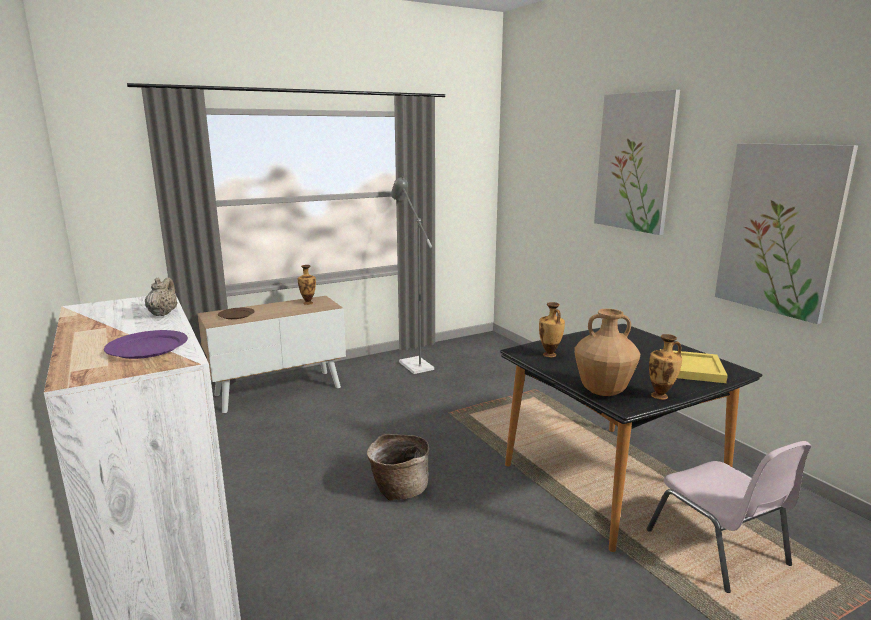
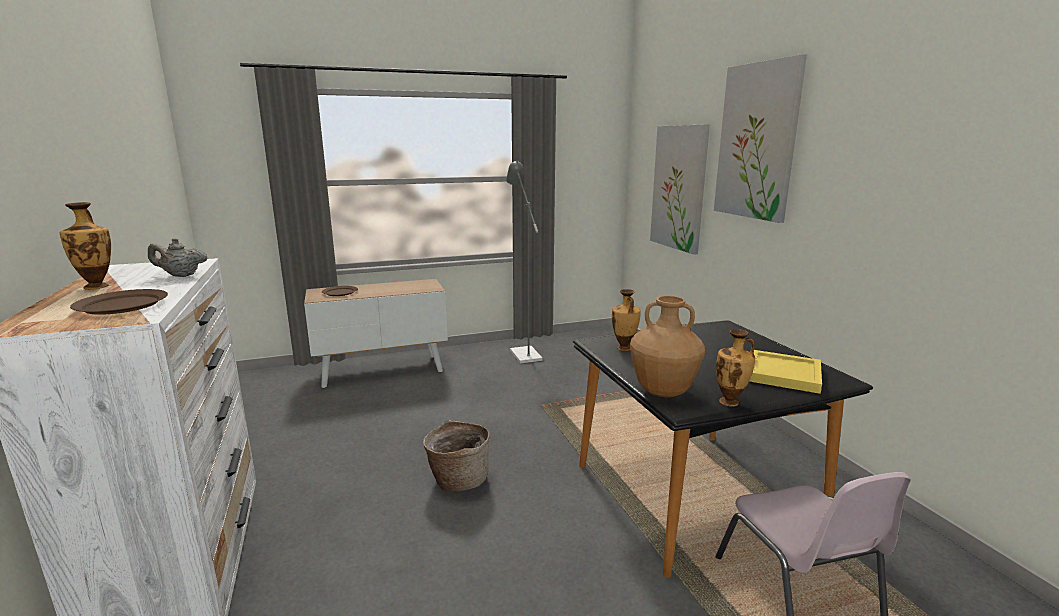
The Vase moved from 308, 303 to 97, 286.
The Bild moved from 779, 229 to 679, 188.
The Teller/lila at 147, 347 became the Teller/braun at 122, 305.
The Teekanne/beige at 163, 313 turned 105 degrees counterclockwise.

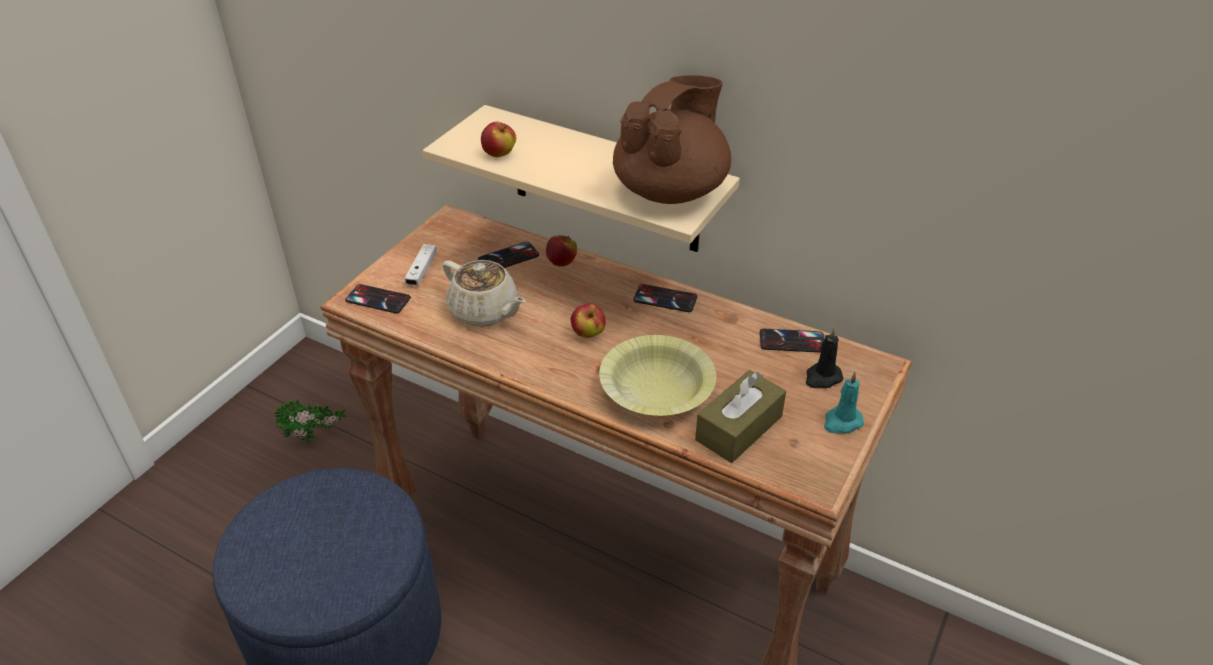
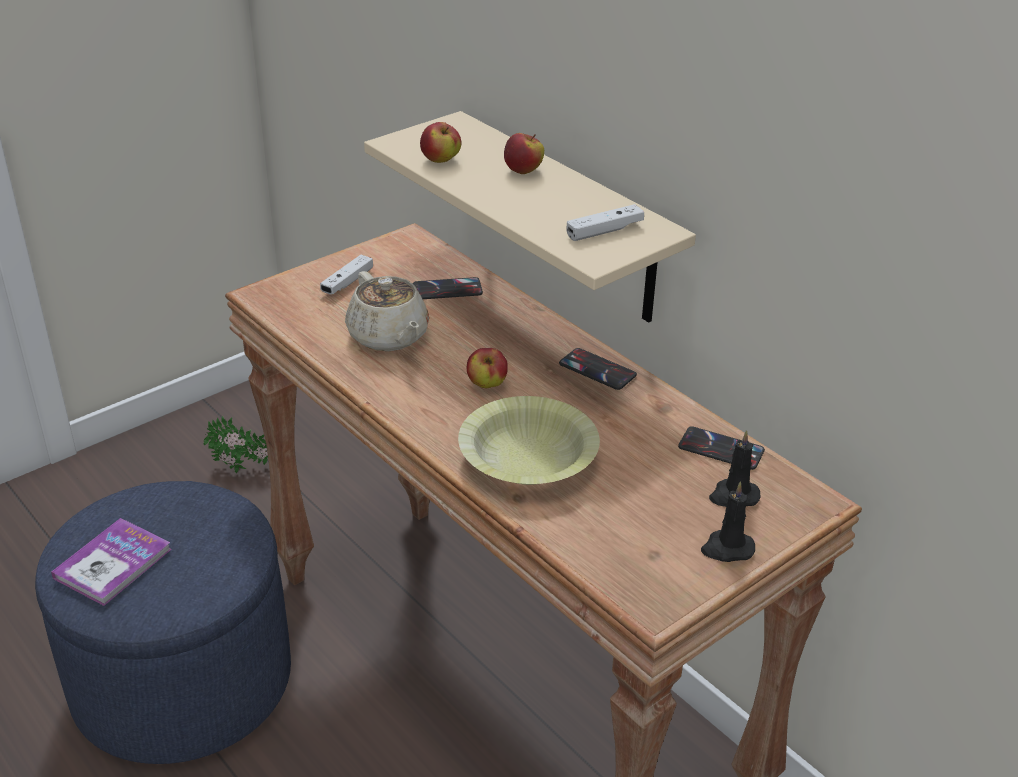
The Handy at 378, 299 disappeared.
The Taschentuchbox/braun at 739, 428 disappeared.
The Buch at 113, 563 appeared.
The Apfel moved from 562, 262 to 523, 171.
The Teekanne/braun at 671, 190 was replaced by the Gamepad/weiß at 604, 231.
The Kerze/türkis at 842, 422 became the Kerze/schwarz at 727, 549.

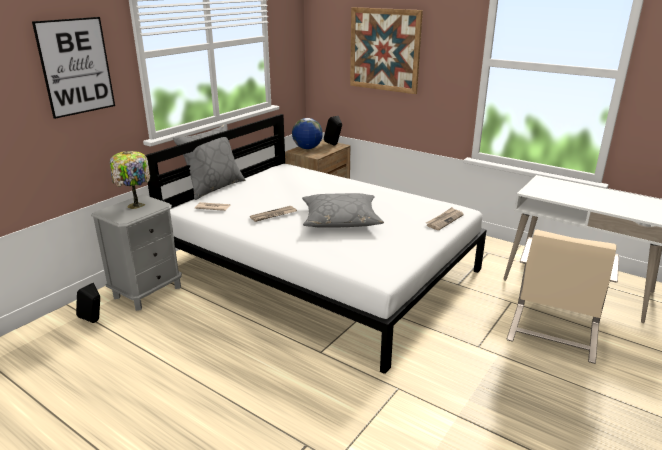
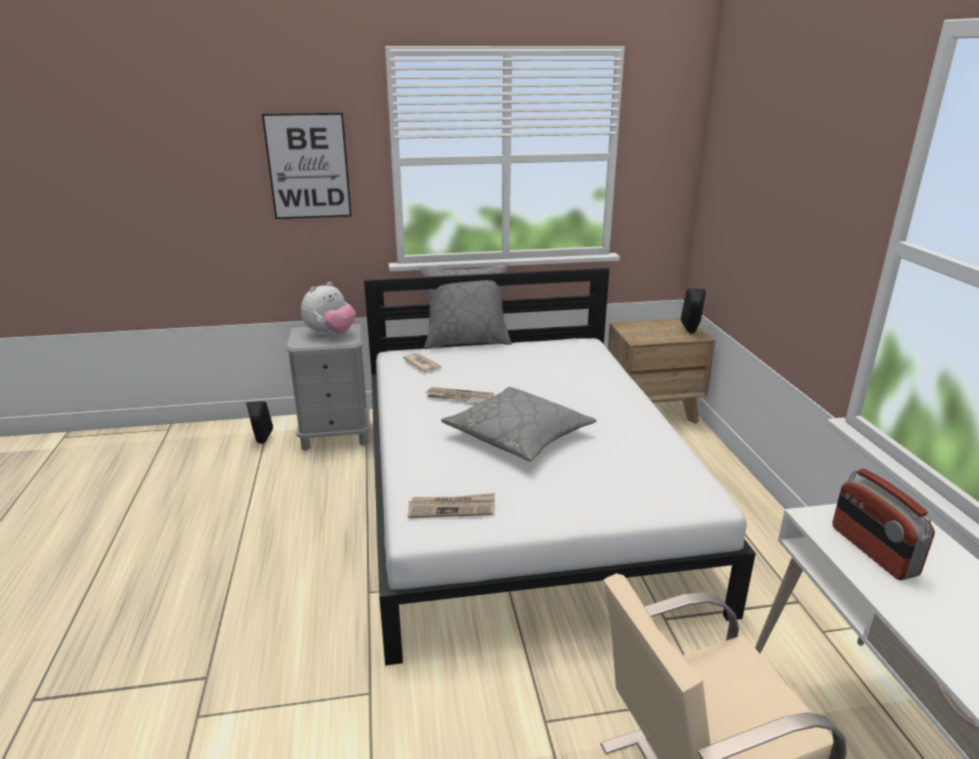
The Globus at 307, 148 disappeared.
The Bild at 384, 50 disappeared.
The Radio at 872, 551 appeared.
The Zeitung moved from 444, 220 to 452, 508.
The Tischlampe at 135, 206 was replaced by the Plüschtier at 330, 334.

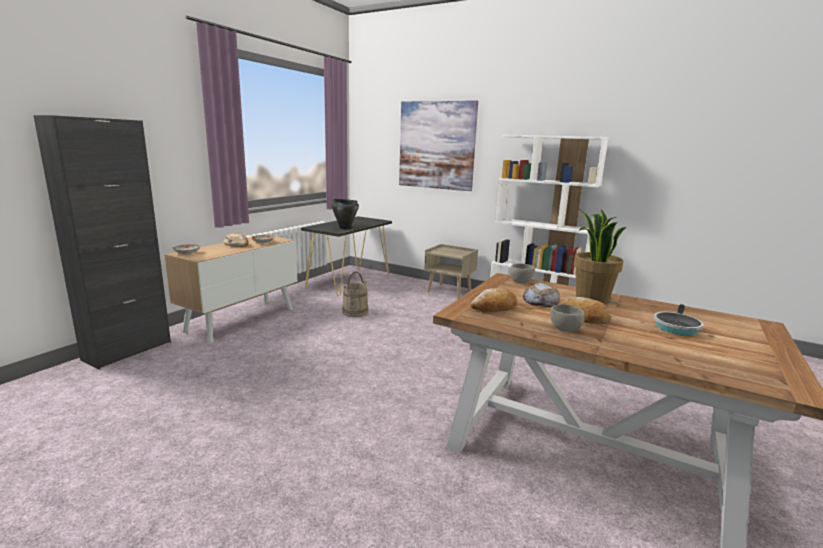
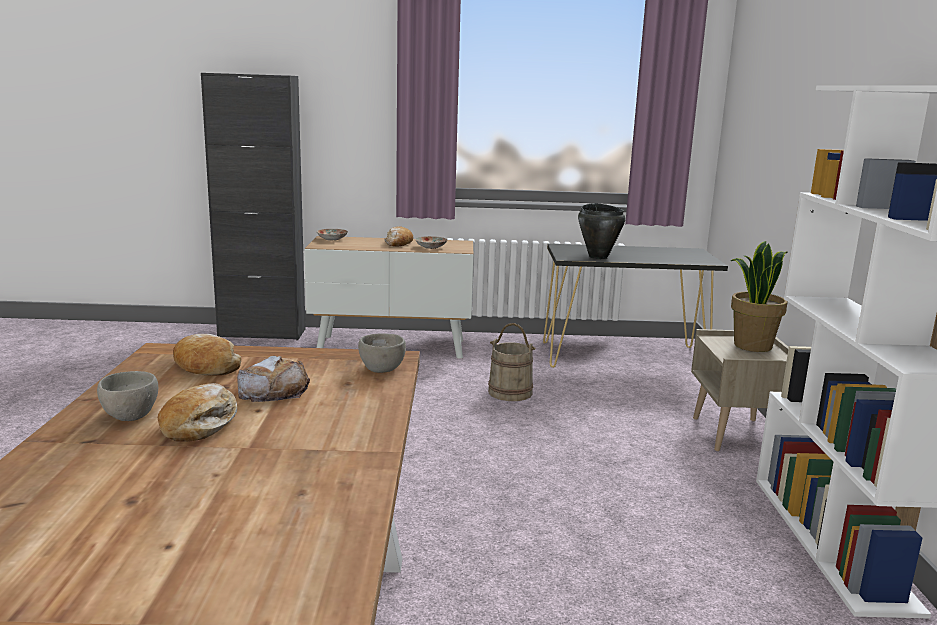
The Bild at 436, 145 disappeared.
The Pfanne at 676, 327 disappeared.
The Topfpflanze moved from 591, 299 to 752, 346.

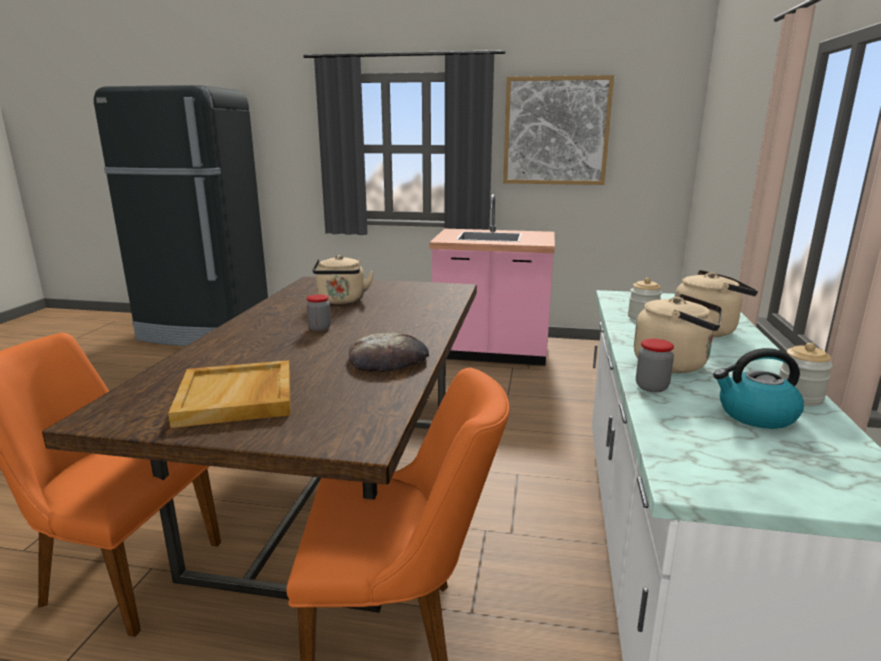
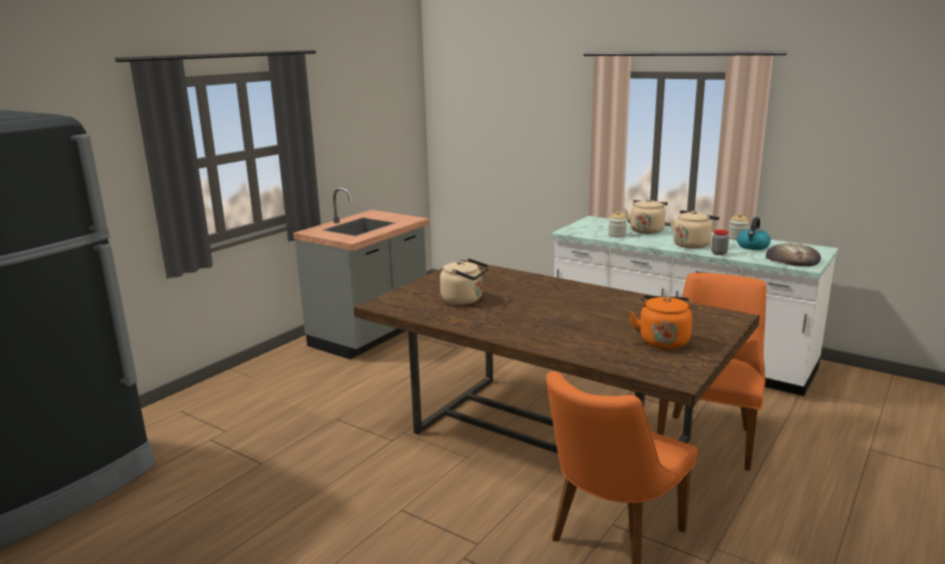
The Vorratsglas at 319, 328 disappeared.
The Bild at 556, 131 disappeared.
The Brot moved from 388, 359 to 792, 259.
The Tablett/beige at 237, 397 was replaced by the Wasserkessel/orange at 663, 340.
The Küchenzeile/rosa at 491, 353 became the Küchenzeile/grau at 371, 335.

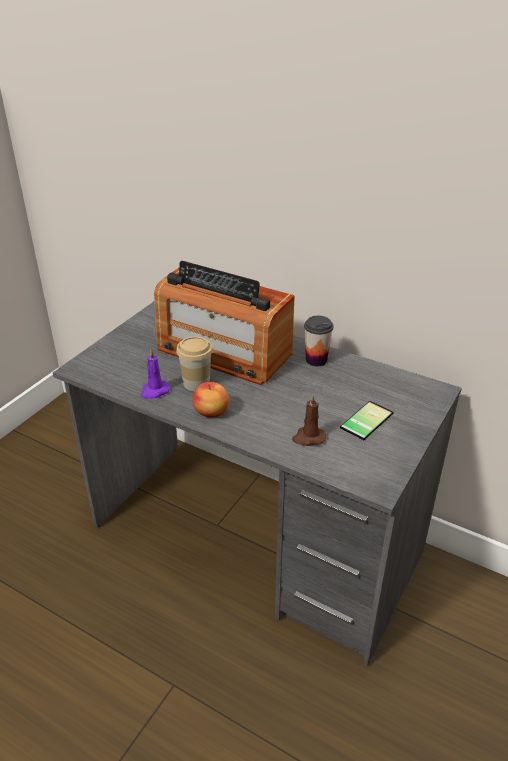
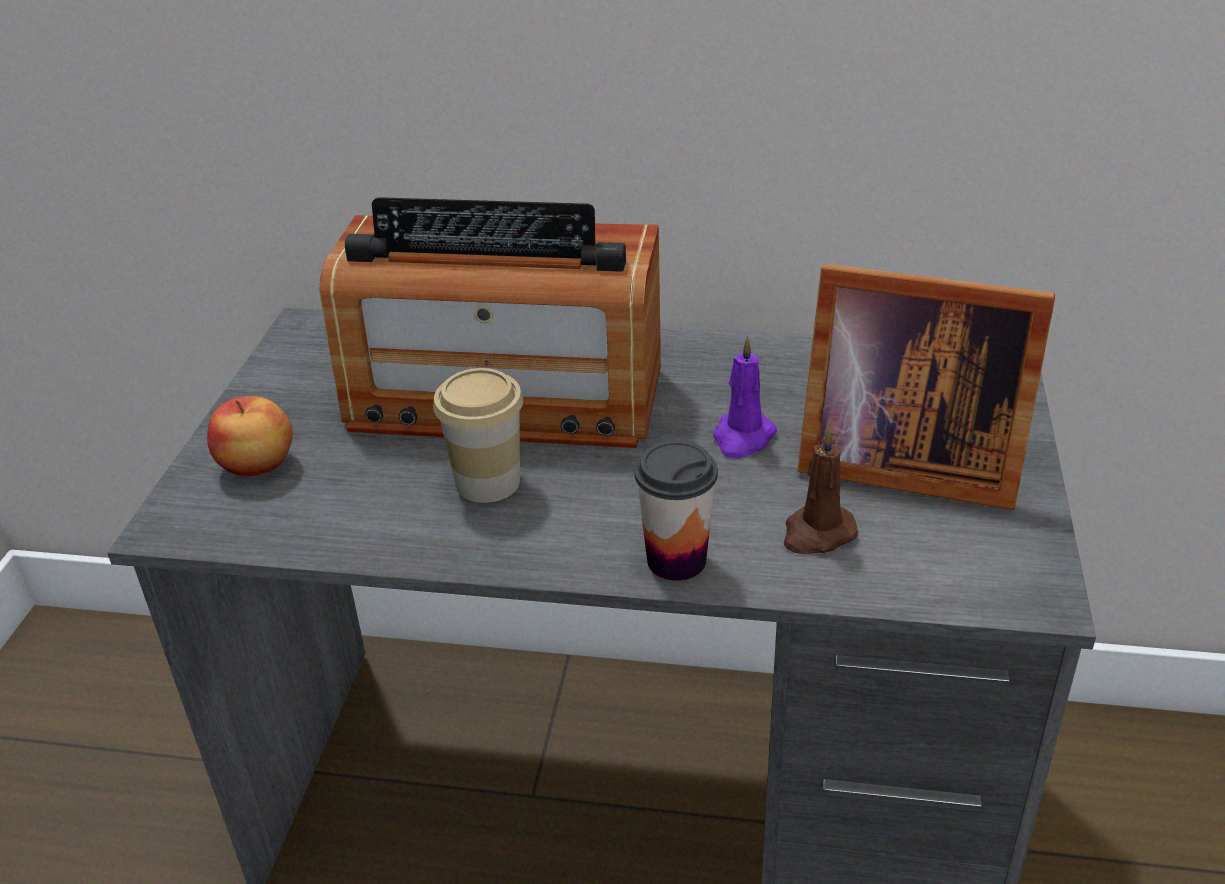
The Kerze/lila moved from 154, 391 to 742, 438.
The Apfel moved from 211, 412 to 258, 465.
The Tasse moved from 316, 360 to 676, 560.
The Handy at 364, 419 was replaced by the Bilderrahmen at 901, 460.

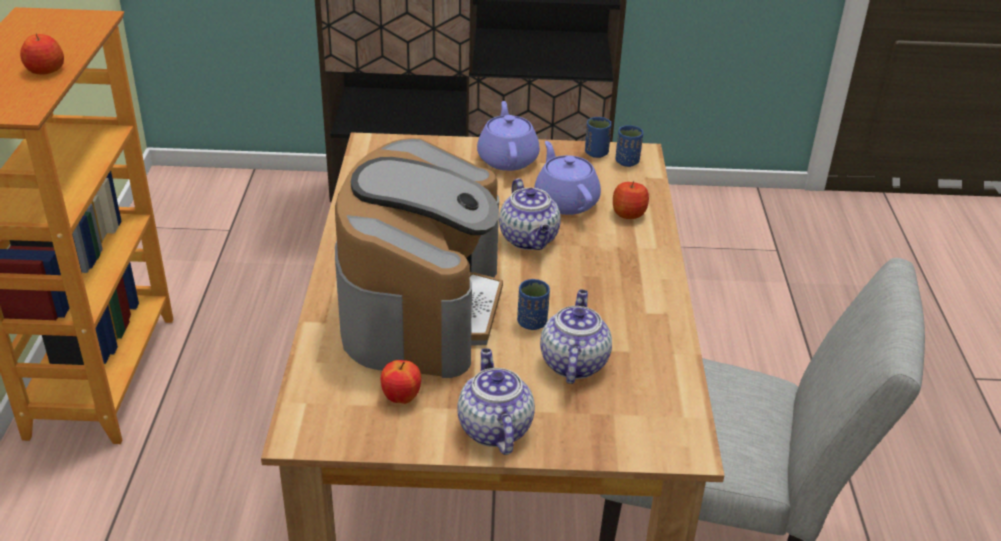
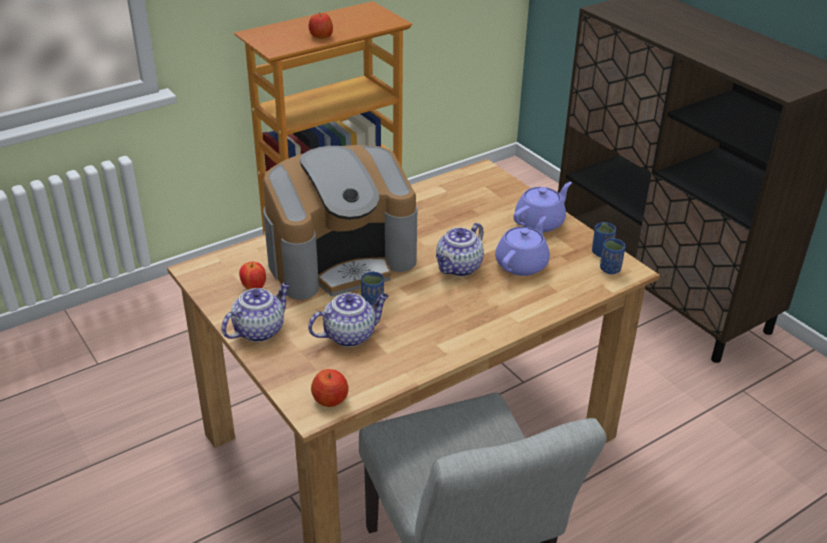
The Apfel moved from 628, 213 to 330, 399.

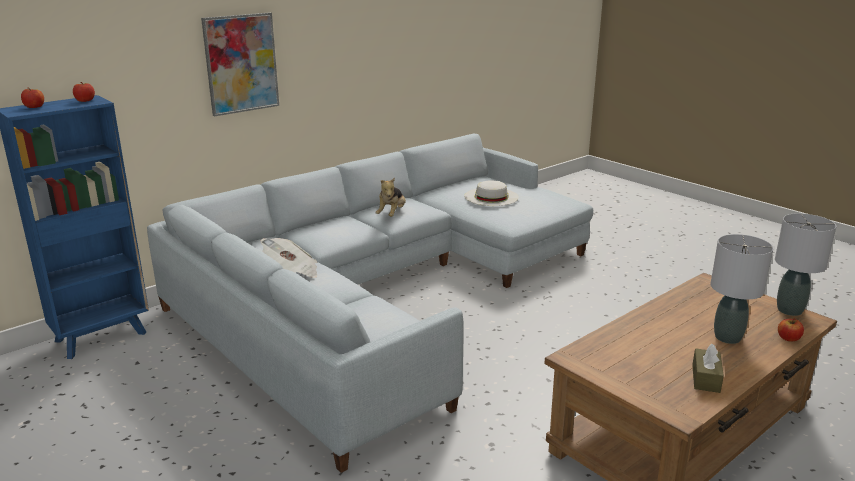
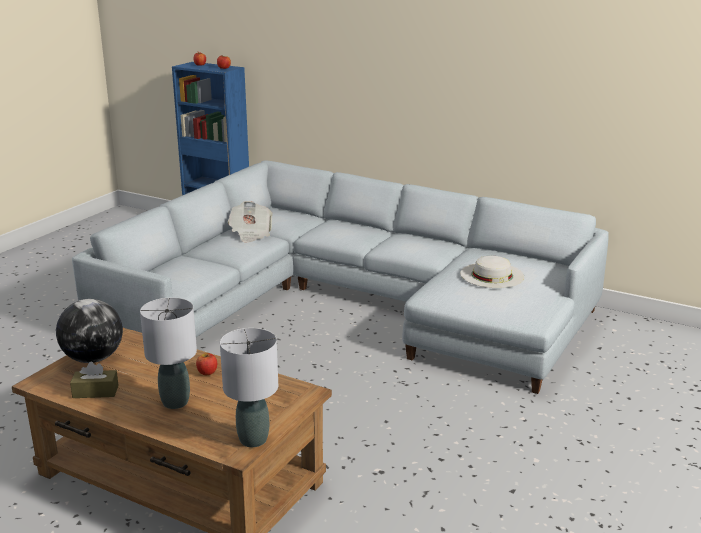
The Bild at 241, 63 disappeared.
The Plüschtier at 392, 214 disappeared.
The Globus at 93, 358 appeared.
The Apfel moved from 788, 338 to 207, 372.

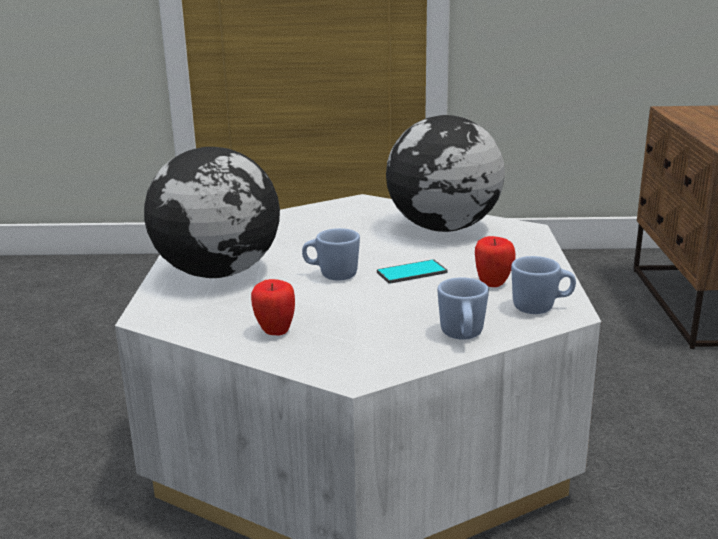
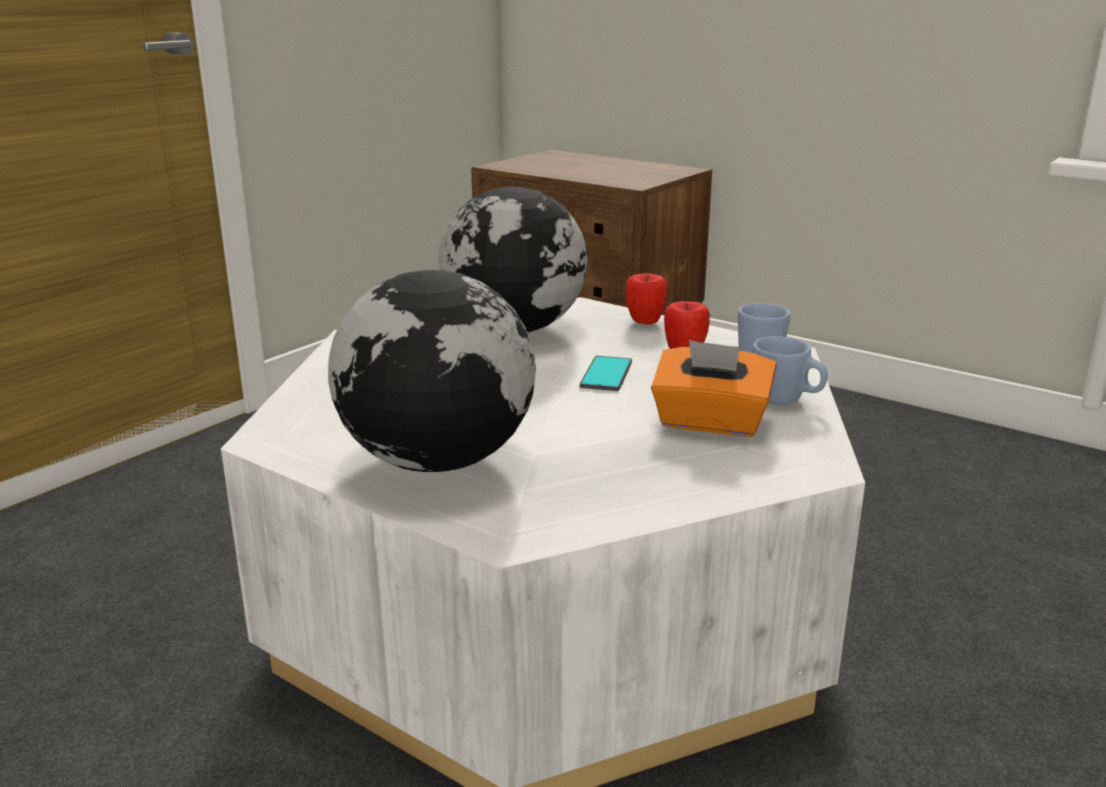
The Henkelbecher/blau at 331, 275 disappeared.
The Taschentuchbox/orange at 710, 423 appeared.
The Apfel moved from 275, 331 to 645, 323.

